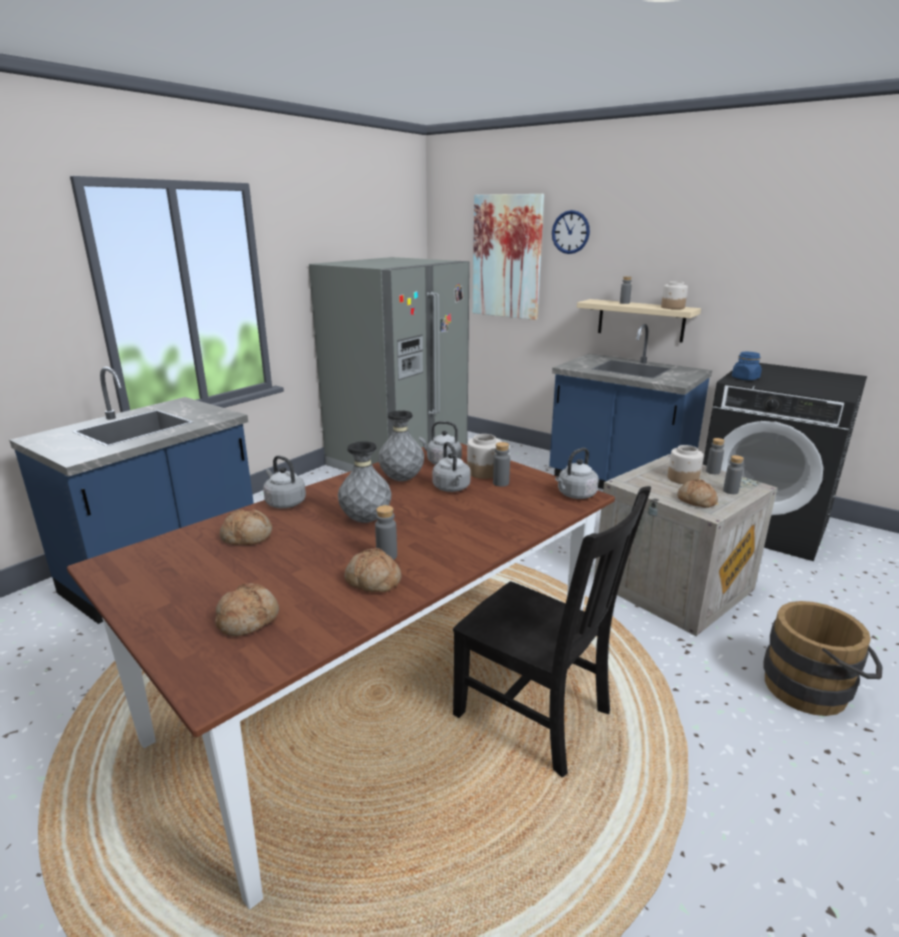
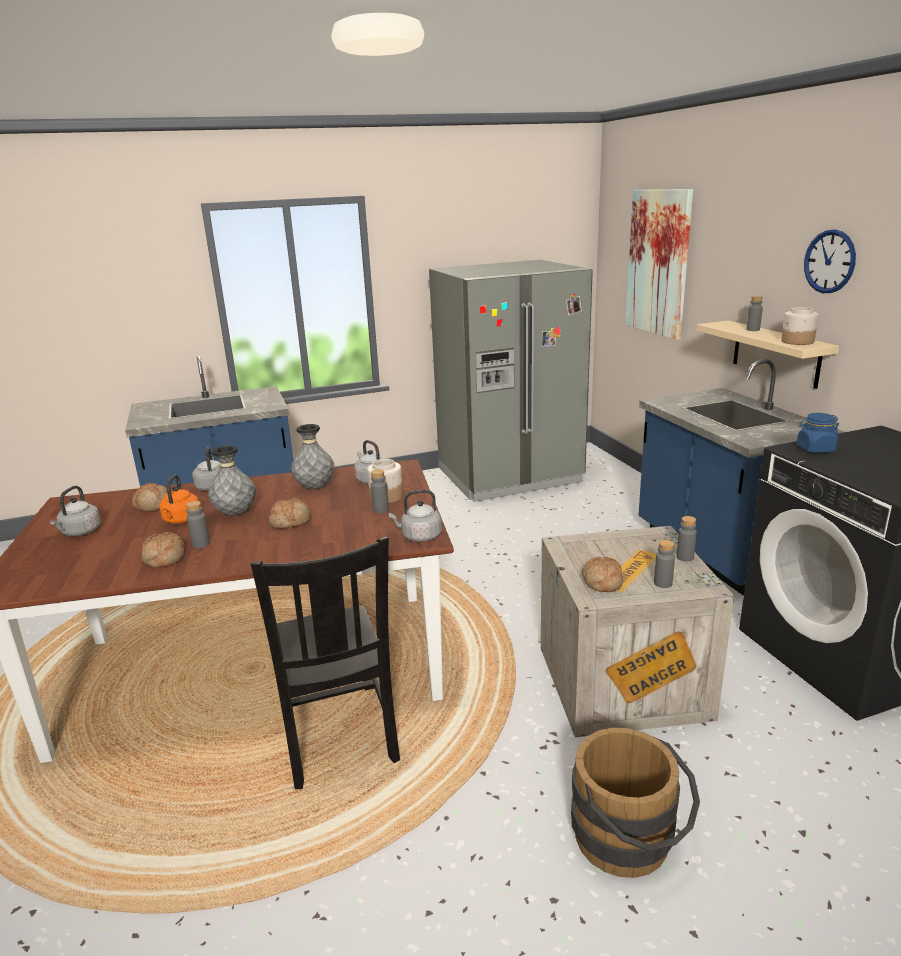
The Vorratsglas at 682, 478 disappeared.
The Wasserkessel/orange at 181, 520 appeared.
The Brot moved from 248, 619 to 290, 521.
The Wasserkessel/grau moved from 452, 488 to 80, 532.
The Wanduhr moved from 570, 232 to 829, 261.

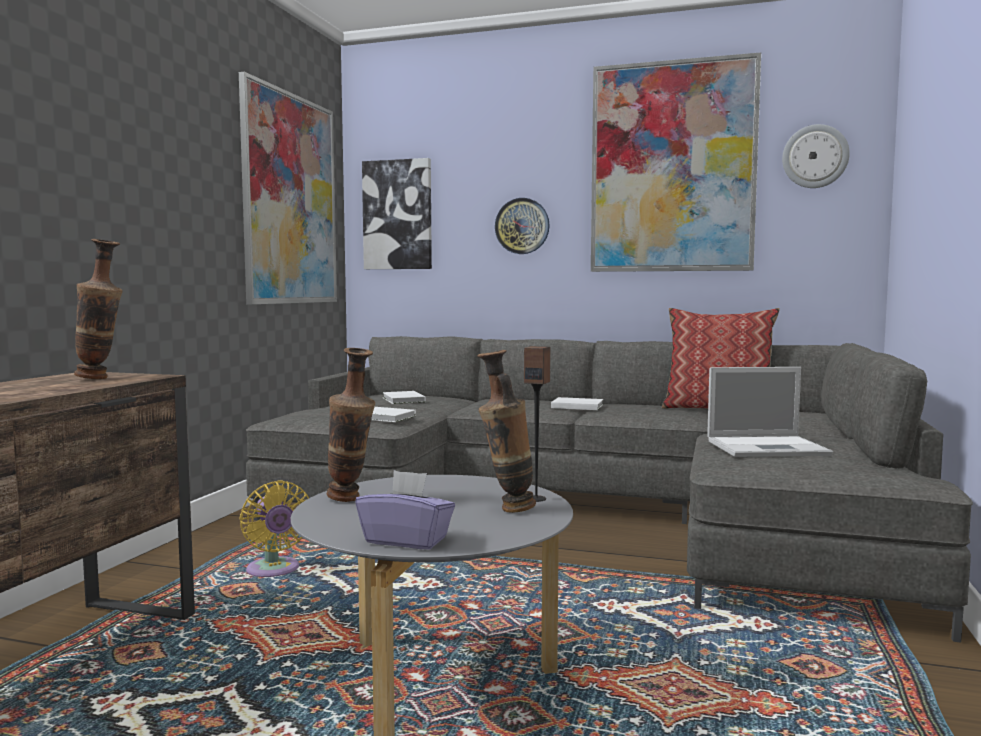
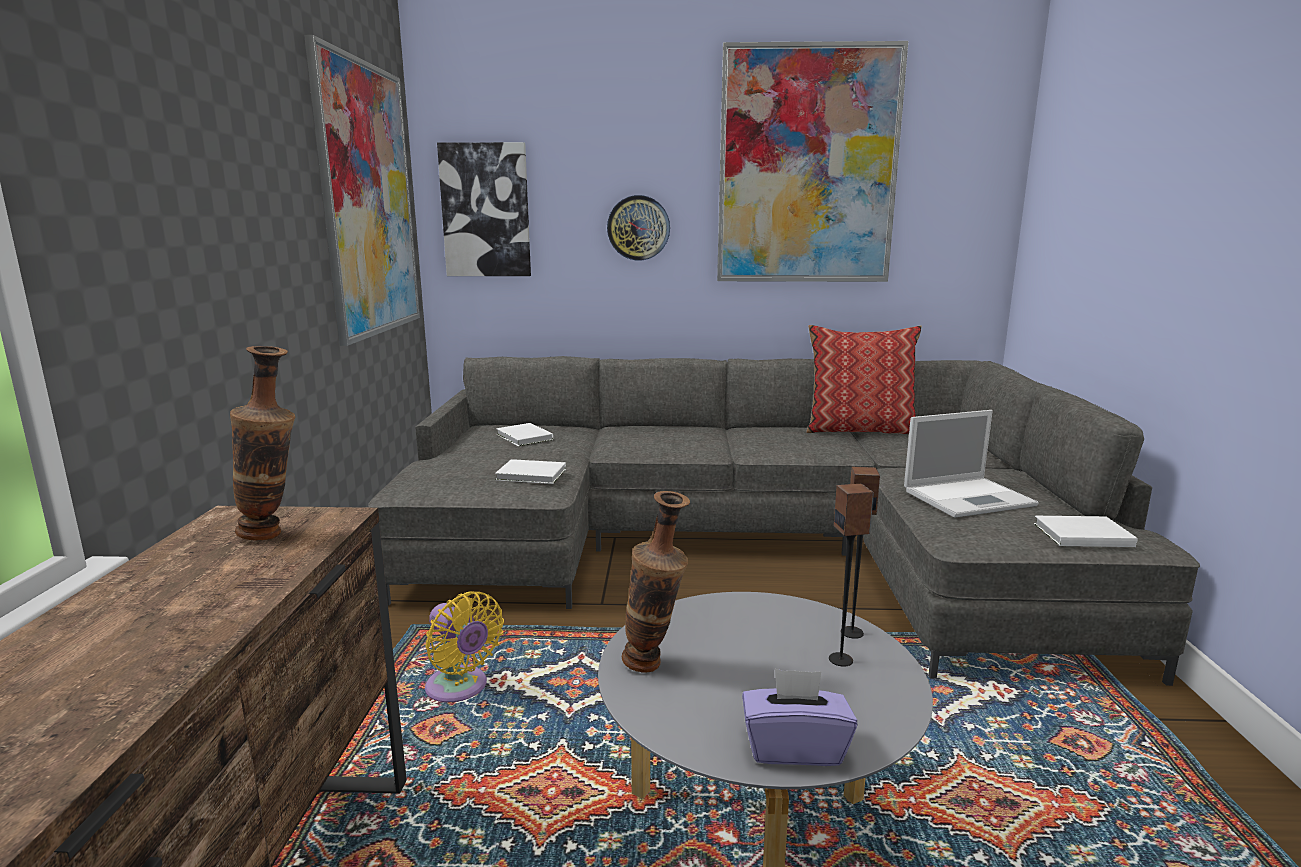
The Wanduhr at 815, 156 disappeared.
The Buch/weiß moved from 576, 406 to 1080, 534.
The Vase at 506, 509 was replaced by the Lautsprecher at 841, 659.

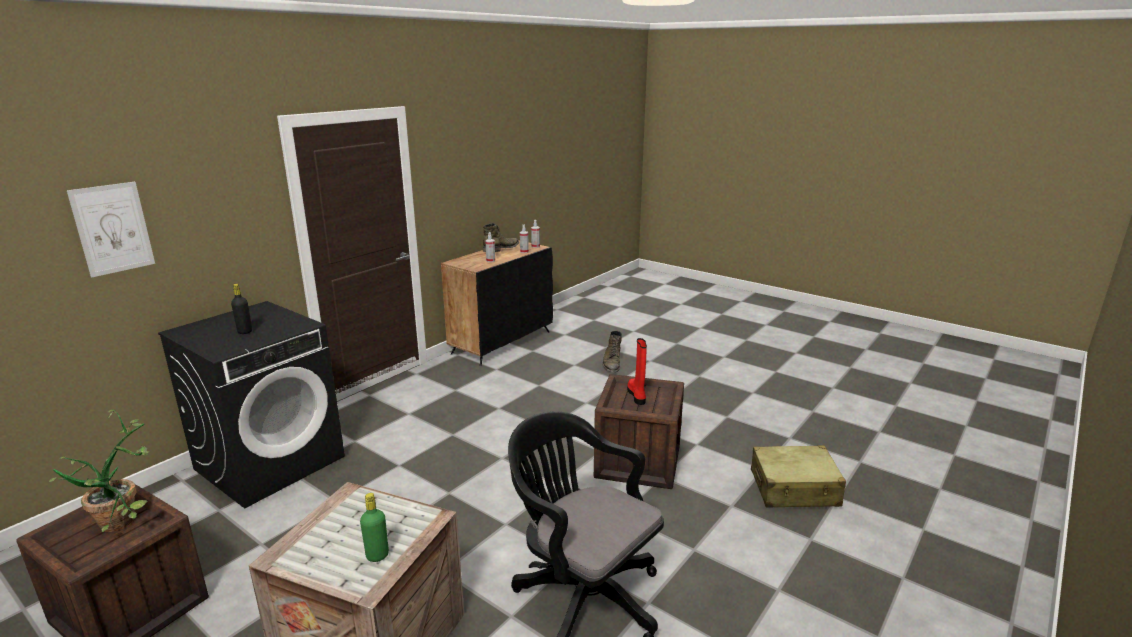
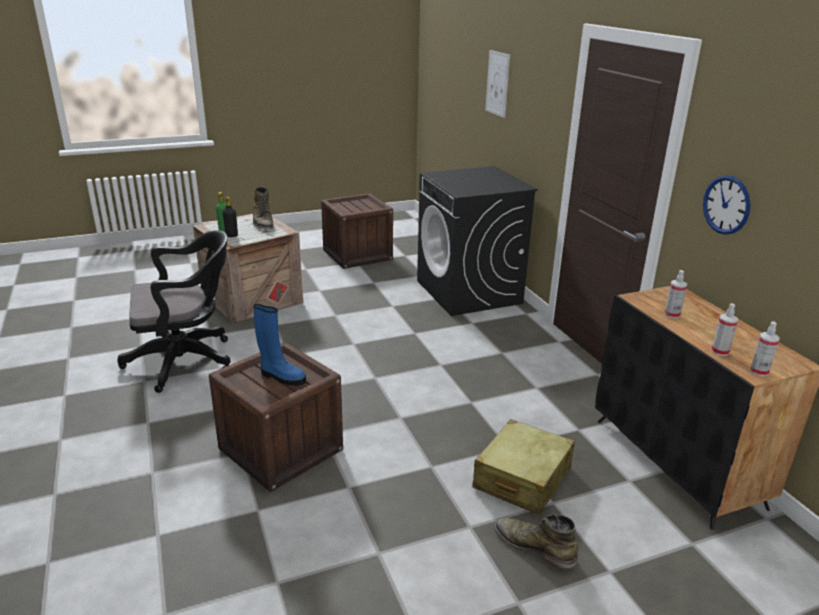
The Topfpflanze at 127, 520 disappeared.
The Wanduhr at 726, 205 appeared.
The Flasche/schwarz moved from 245, 331 to 231, 235.
The Stiefel/grün moved from 502, 249 to 263, 223.
The Koffer/beige moved from 794, 489 to 522, 478.
The Stiefel/rot at 637, 395 became the Stiefel/blau at 281, 377.

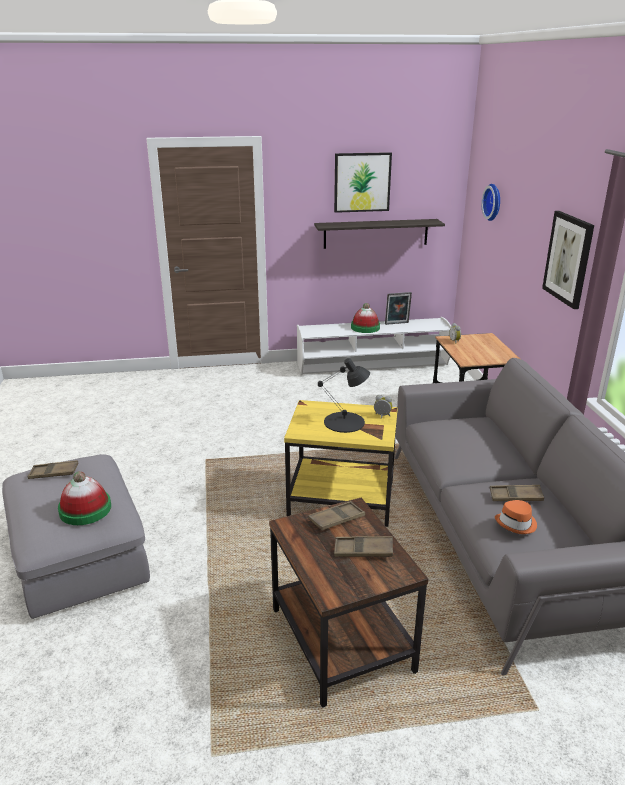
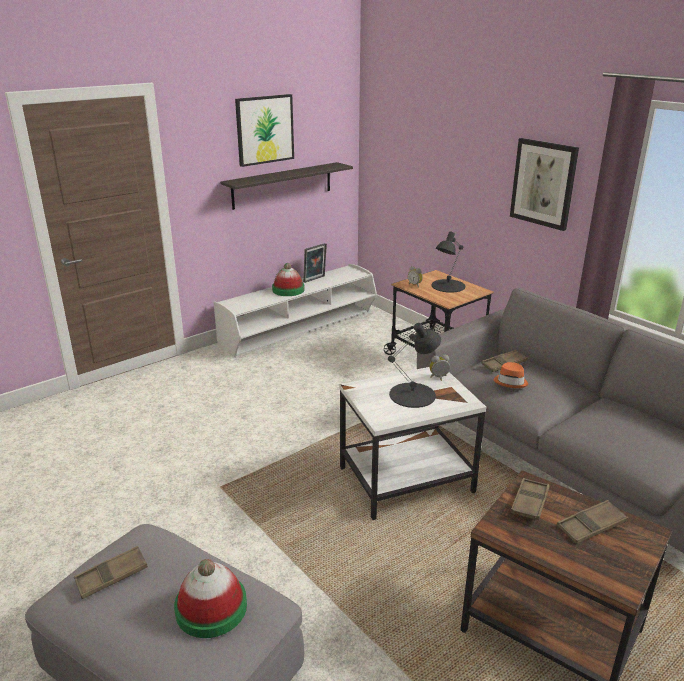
The Wanduhr at 494, 202 disappeared.
The Tischlampe/schwarz at 447, 286 appeared.
The Tablett/braun moved from 515, 497 to 504, 364.
The Hut/orange moved from 516, 523 to 511, 382.
The Beistelltisch/gelb at 341, 500 became the Beistelltisch/weiß at 406, 481.

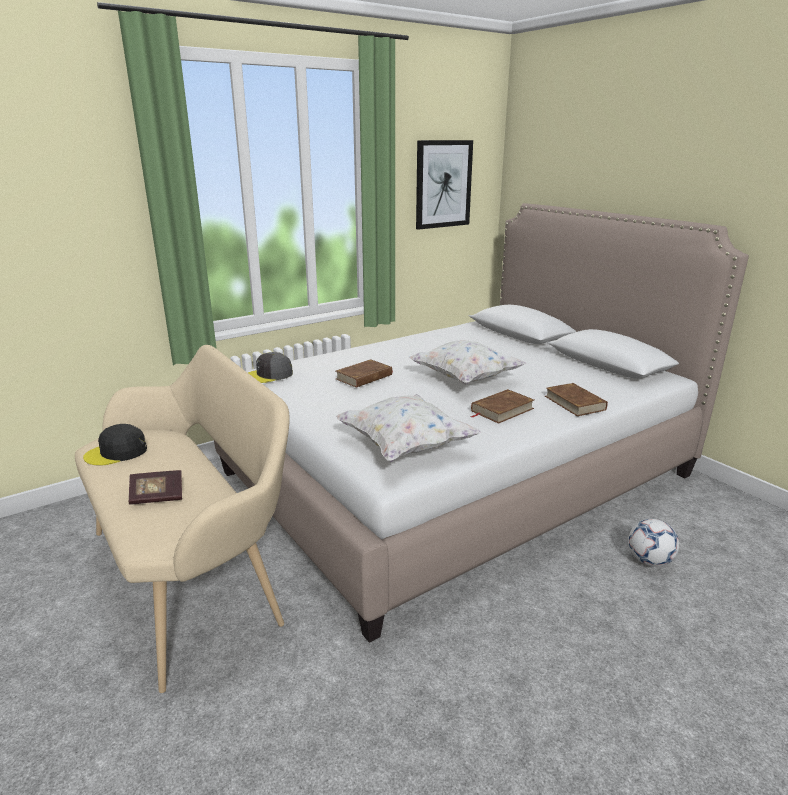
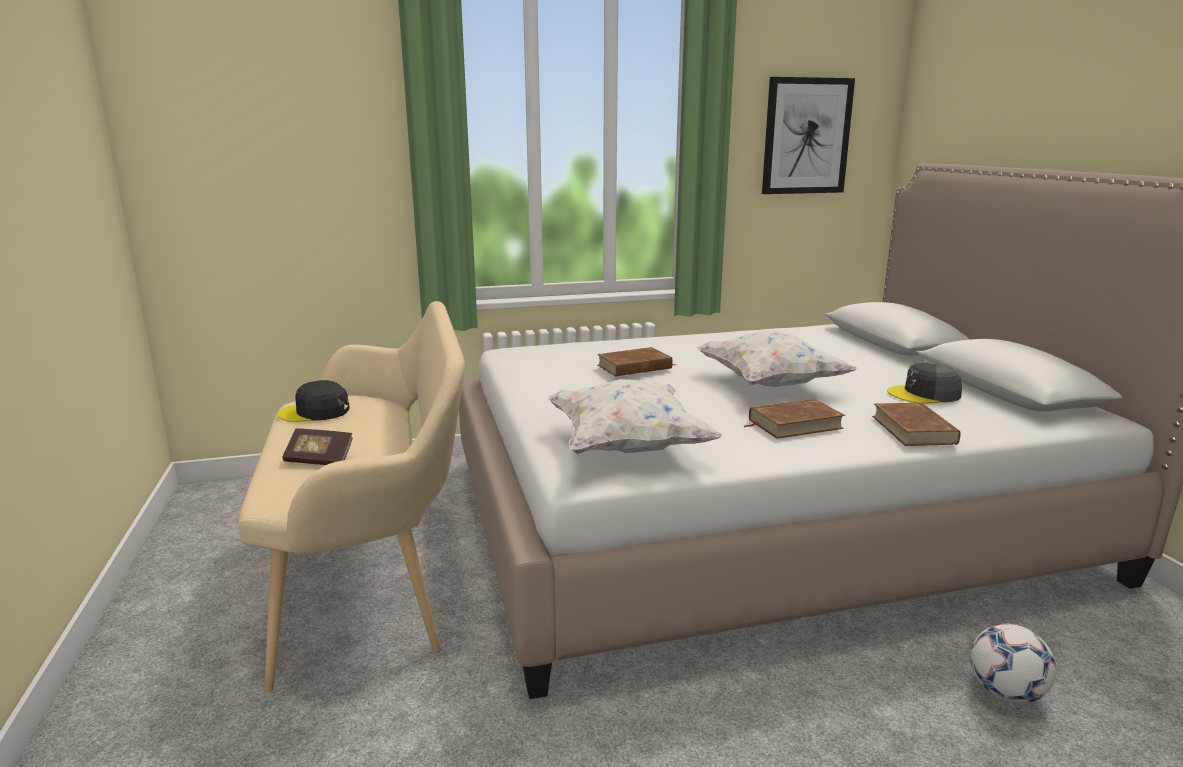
The Kappe/grau moved from 269, 375 to 924, 394.

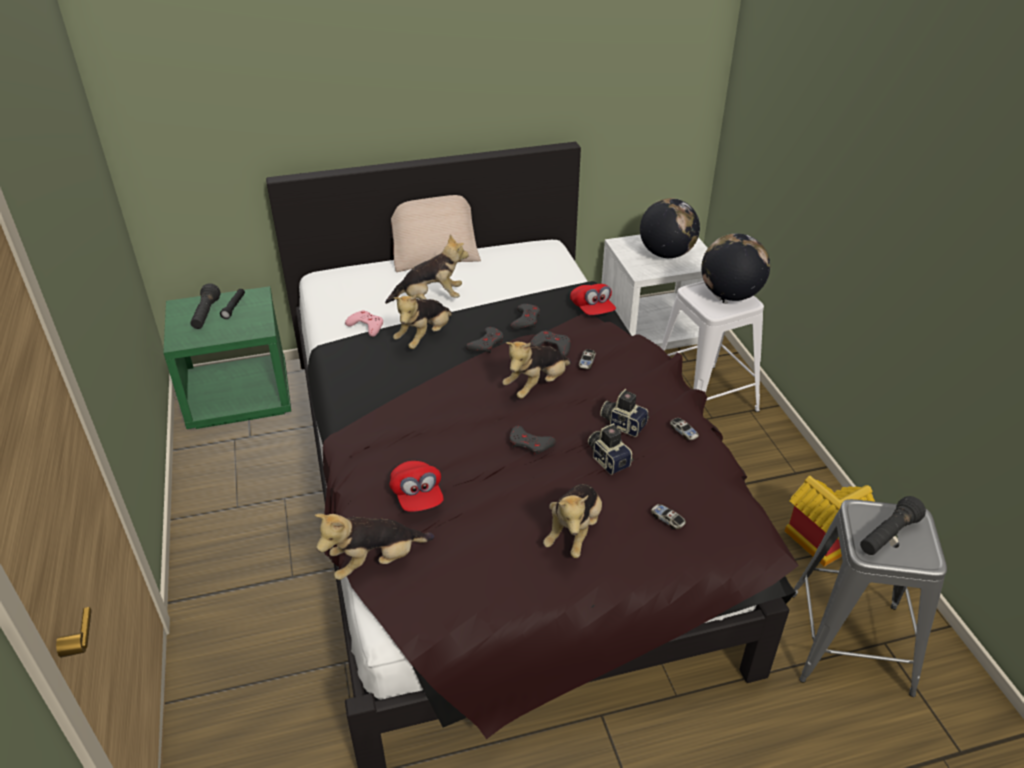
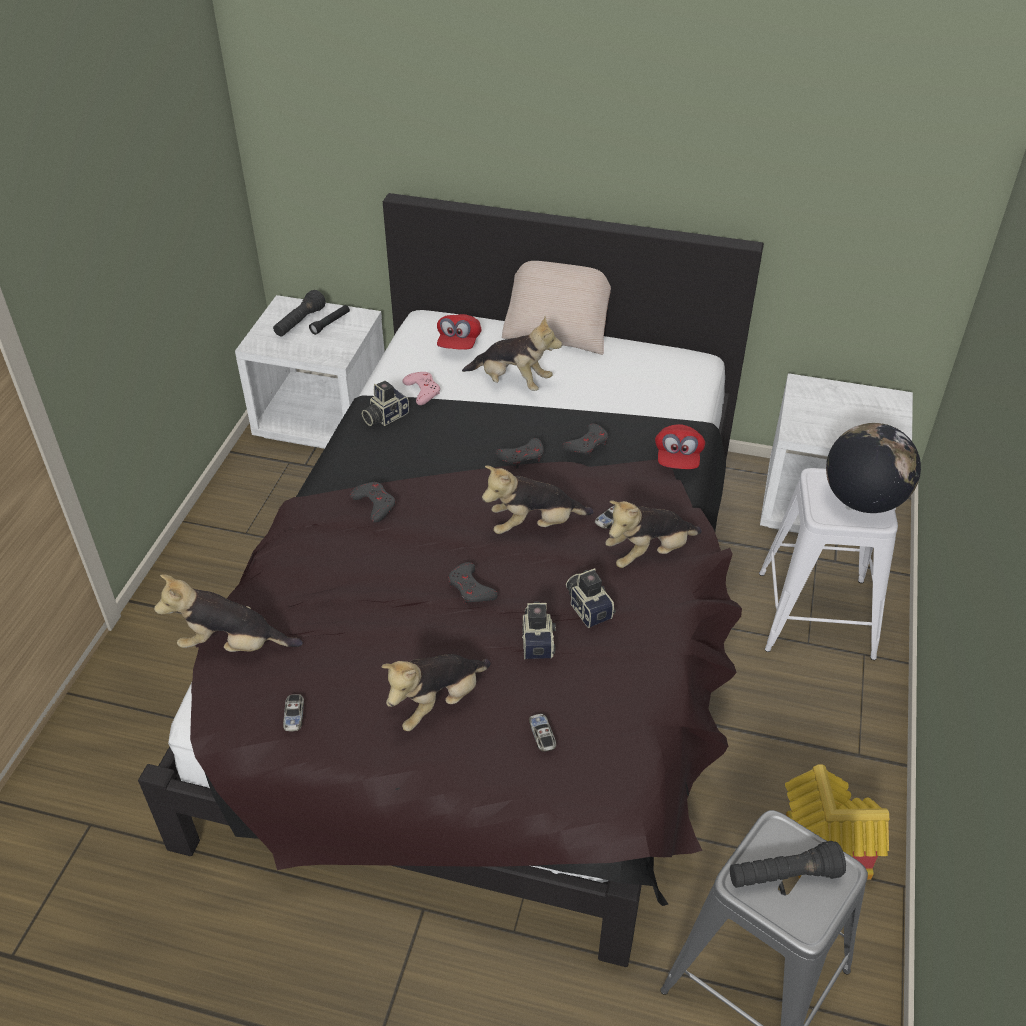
The Globus at 666, 254 disappeared.
The Kamera at 384, 416 appeared.
The Kappe/rot moved from 417, 496 to 459, 343.
The Plüschtier moved from 424, 337 to 648, 553.
The Gamepad/grau moved from 551, 346 to 374, 504.
The Spielzeugauto moved from 683, 432 to 294, 716.
The Nachttisch/grün at 240, 397 became the Nachttisch/weiß at 323, 420.

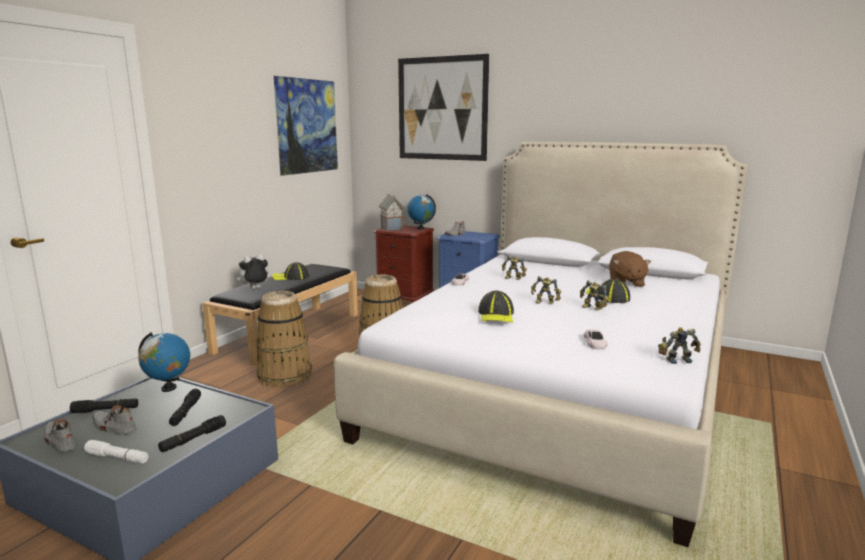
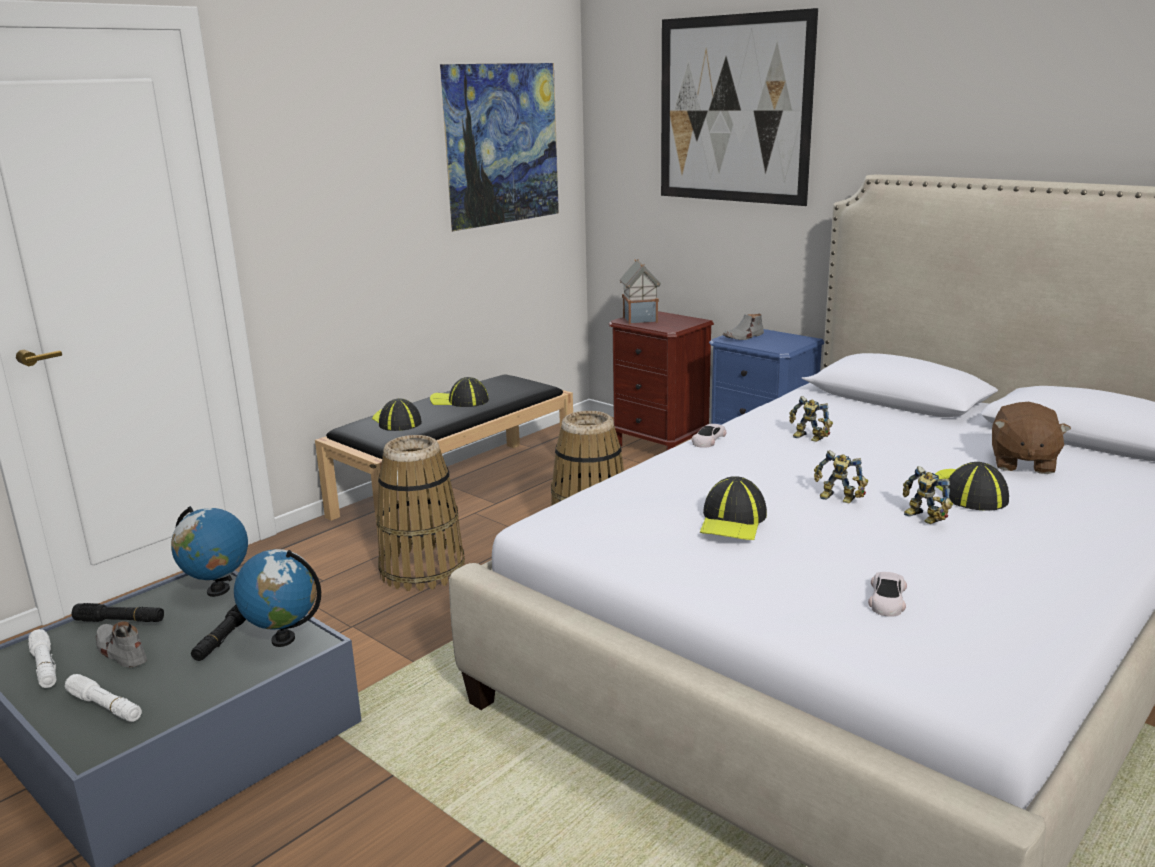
The Taschenlampe/schwarz at 193, 439 disappeared.
The Spielzeugroboter at 677, 360 disappeared.
The Globus moved from 420, 228 to 283, 639.
The Schuh/grau at 59, 441 was replaced by the Taschenlampe/weiß at 44, 666.
The Plüschtier at 255, 289 was replaced by the Kappe at 396, 422.

